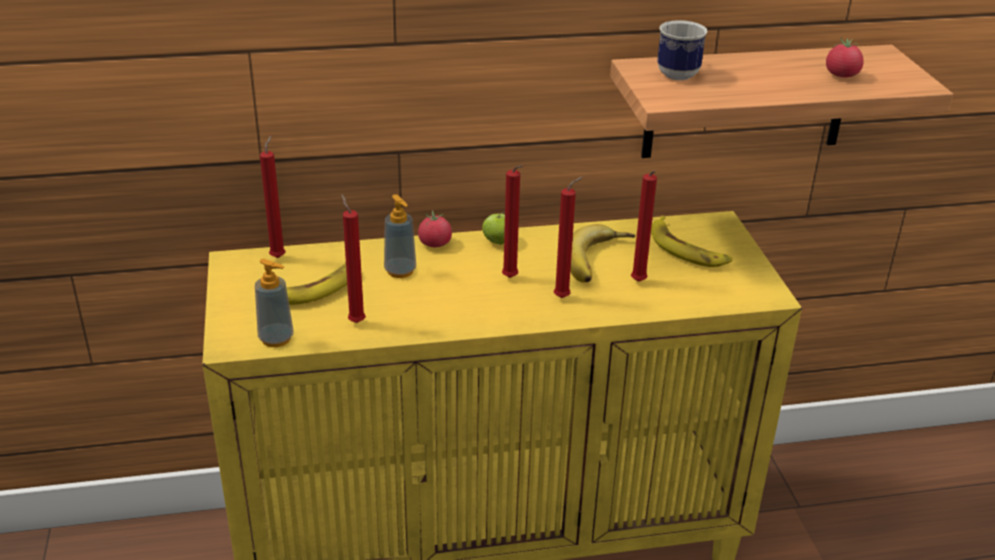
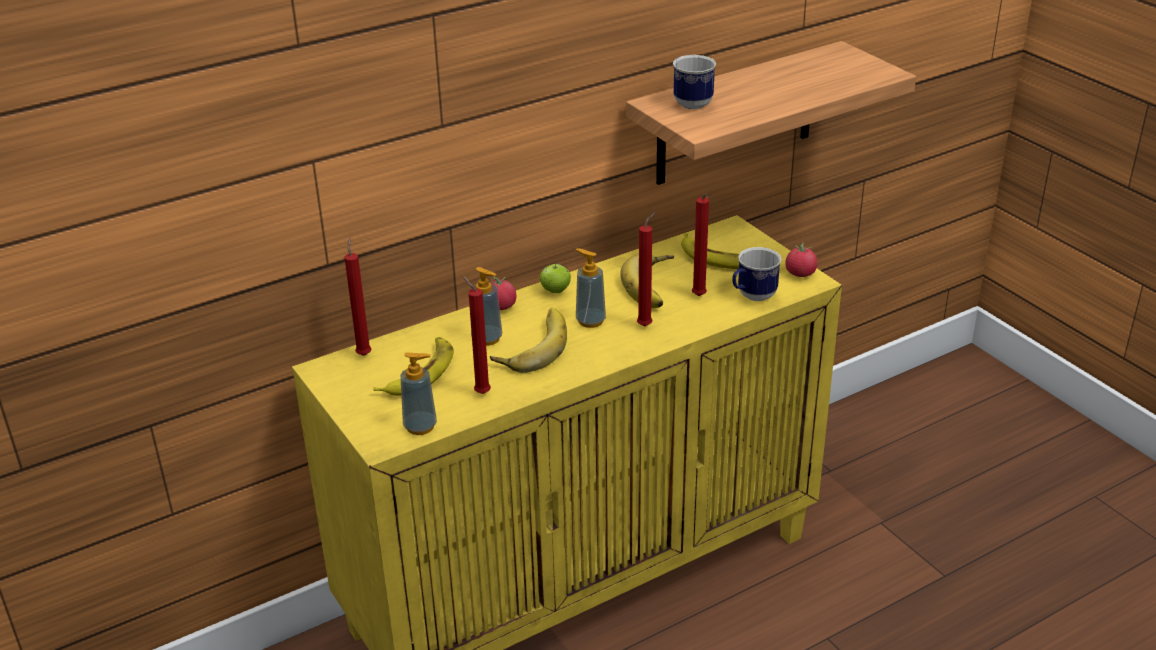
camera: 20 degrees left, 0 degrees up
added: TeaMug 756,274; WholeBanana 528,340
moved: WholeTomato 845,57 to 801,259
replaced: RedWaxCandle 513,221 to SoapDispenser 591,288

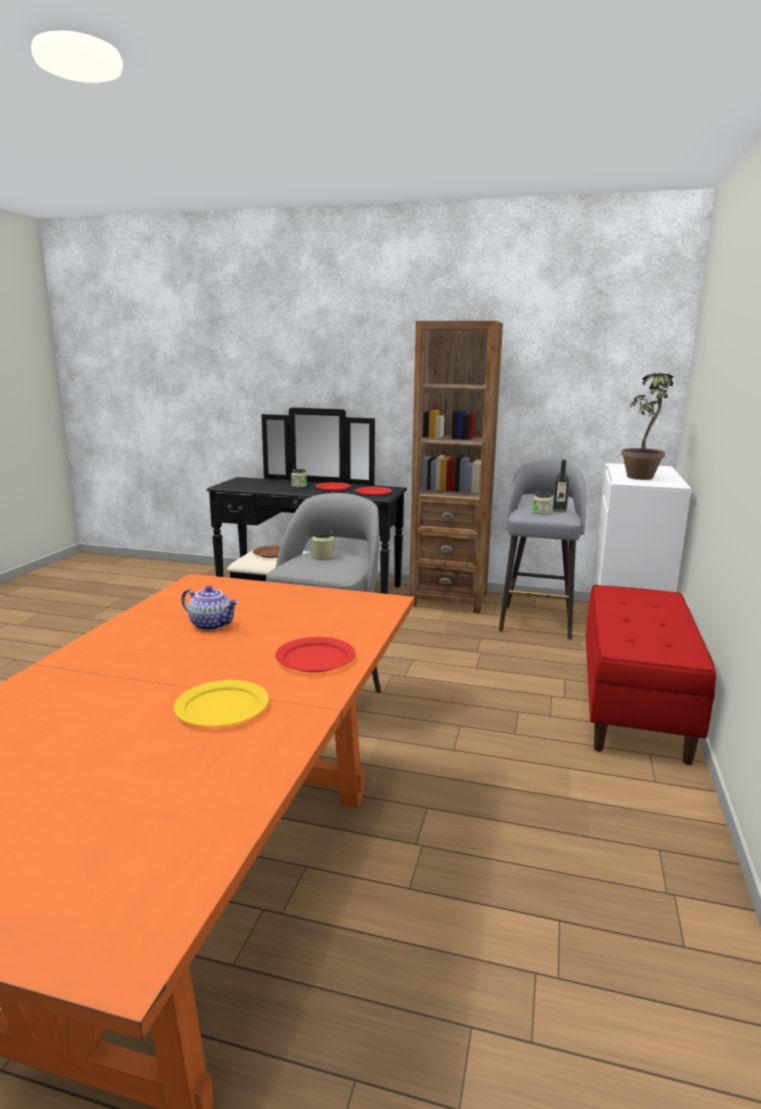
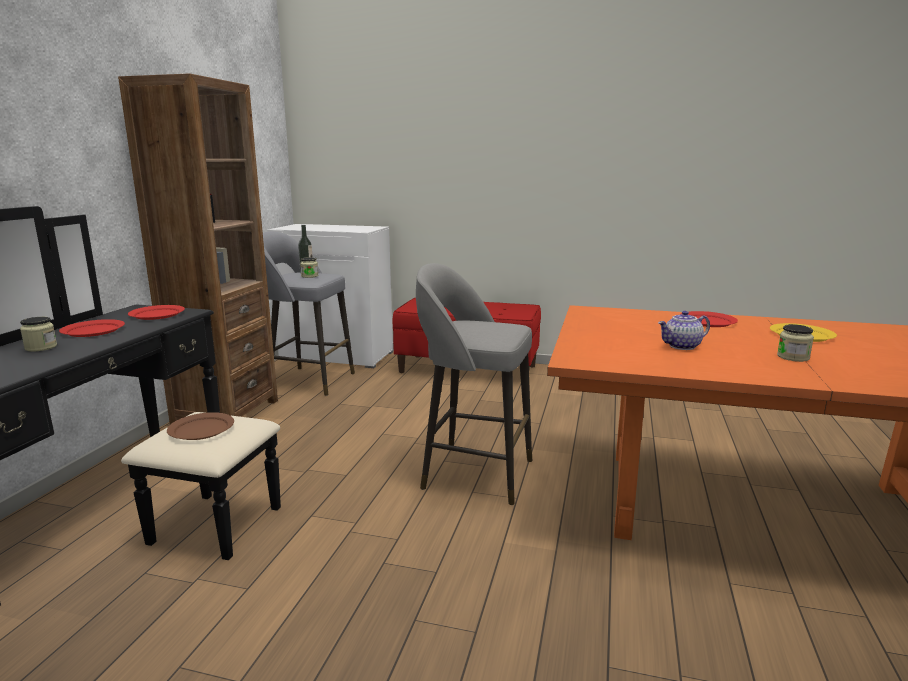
camera: 90 degrees left, 0 degrees up
removed: Houseplant 647,426
moved: StorageJar 323,544 to 795,343
turned: Teapot 210,608 = 684,330 135 degrees counterclockwise

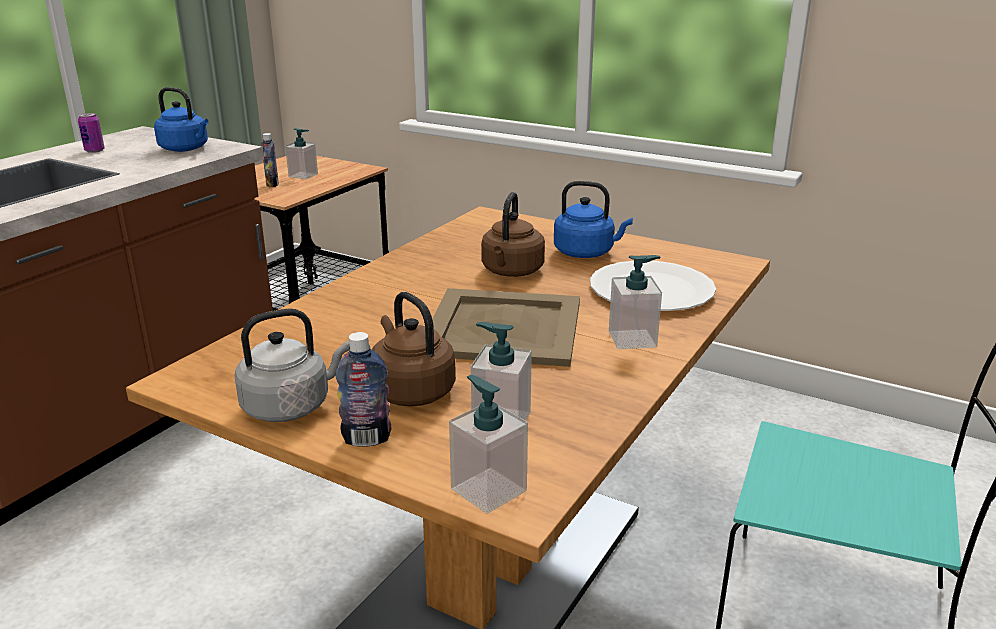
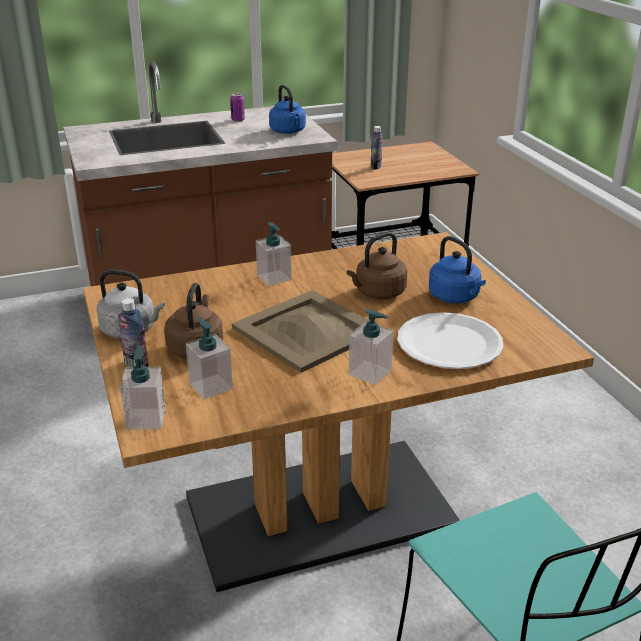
camera: 40 degrees right, 5 degrees up
moved: SoapDispenser 301,153 to 274,254

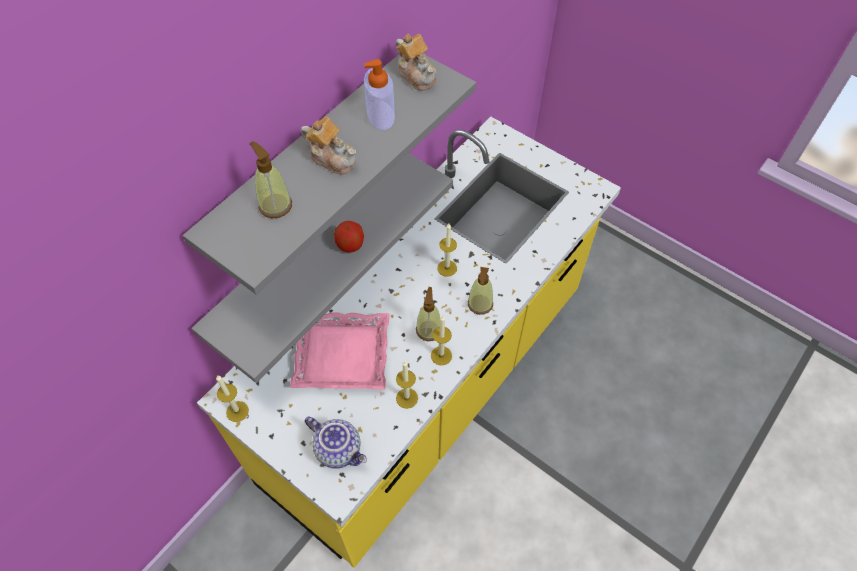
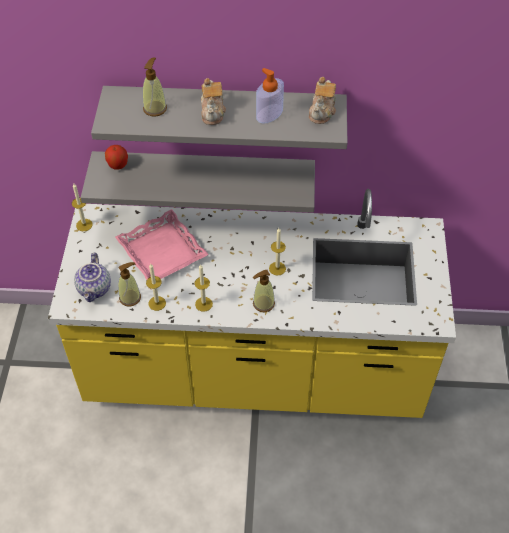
camera: 55 degrees right, 5 degrees down
moved: WholeApple 349,237 to 116,157; SoapDispenser 428,314 to 129,284

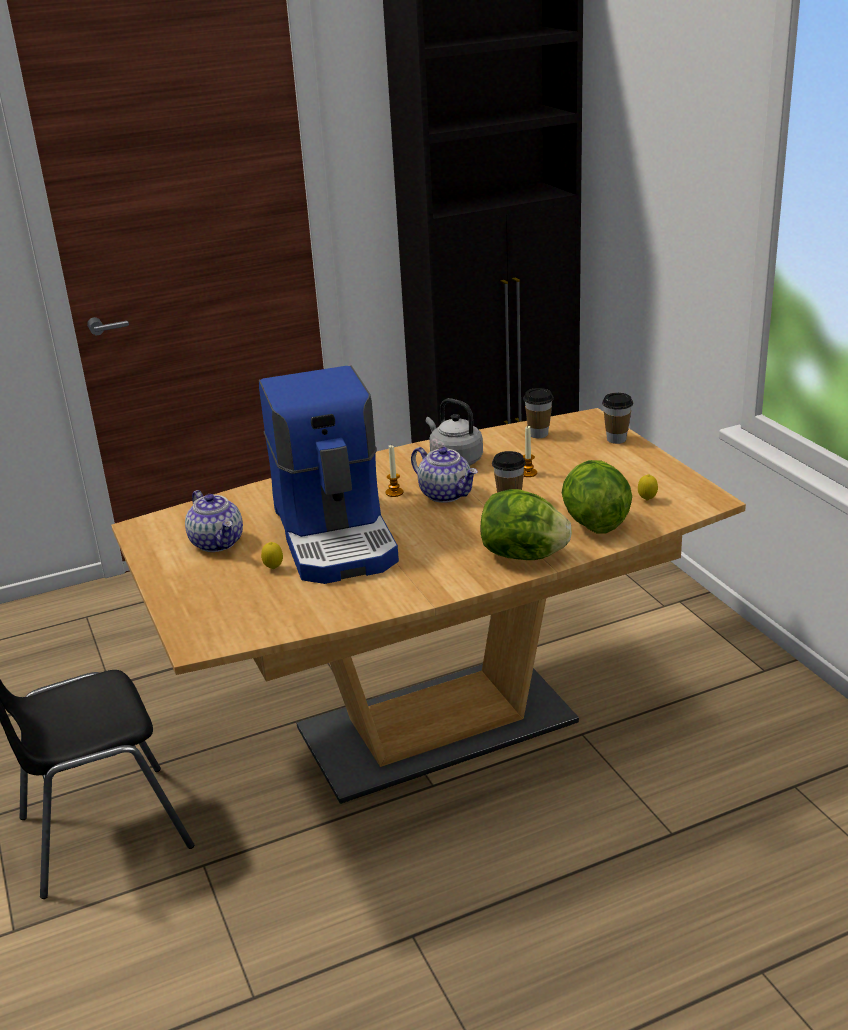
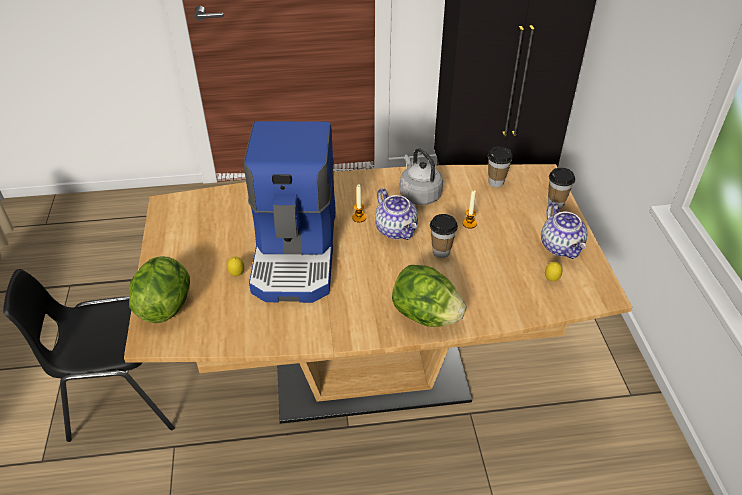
camera: 15 degrees right, 15 degrees up
moved: LettuceHead 597,497 to 159,289; Teapot 214,521 to 564,231

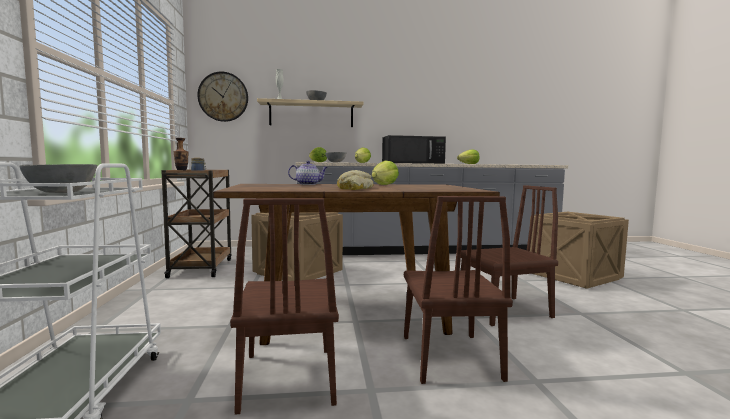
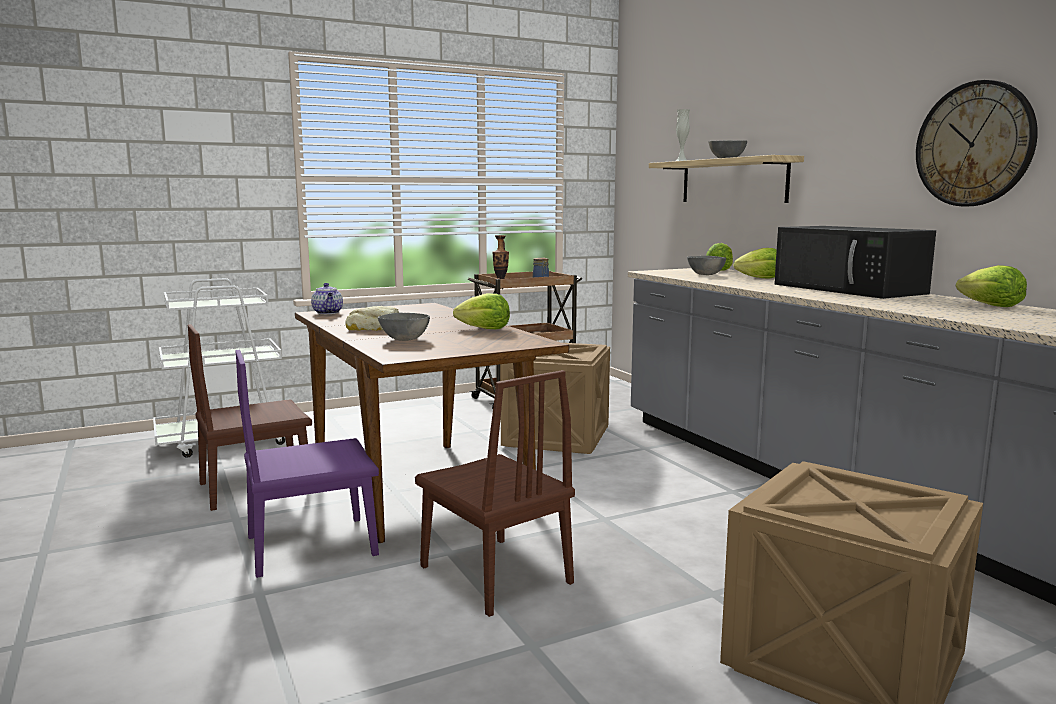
camera: 70 degrees right, 5 degrees up
moved: ClockOnTheWall 222,97 to 977,143; Teapot 308,173 to 327,298; GreyServingBowl 58,178 to 404,326
recoloured: BrownishChair 458,290 to PurpleChair 307,464

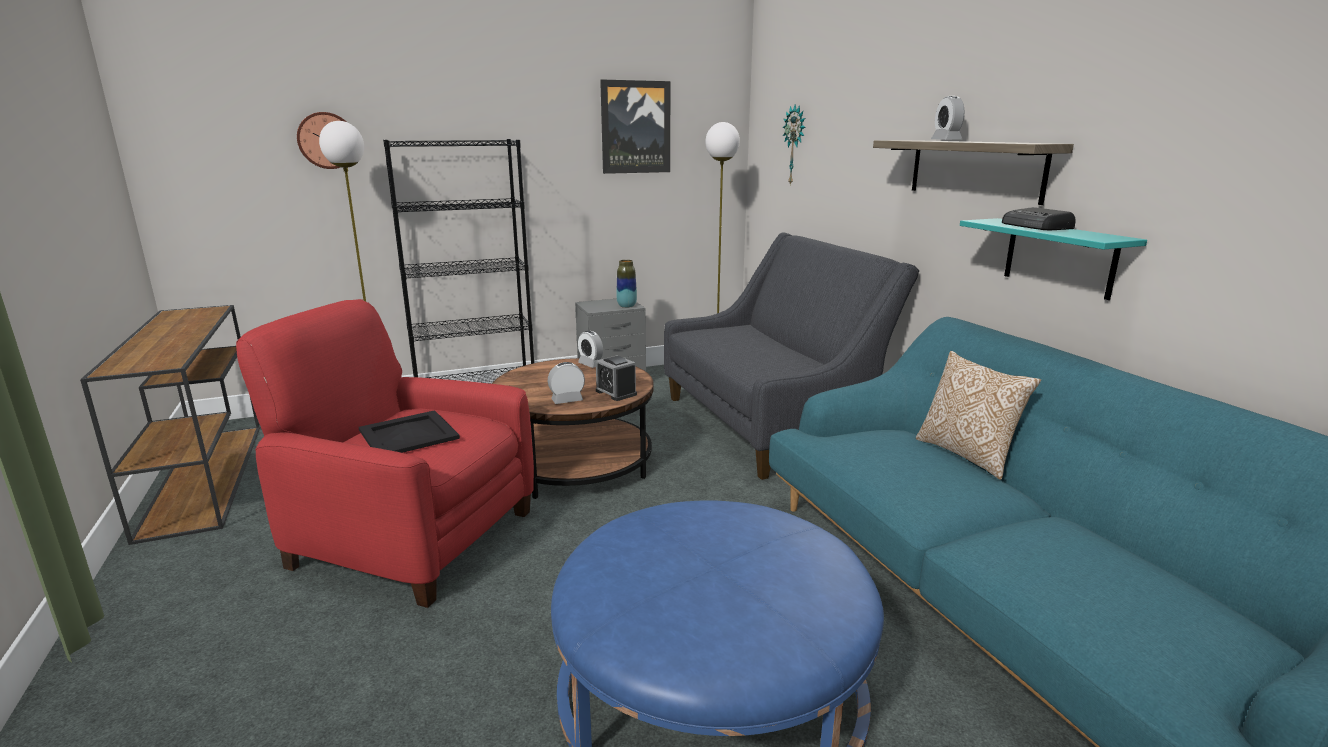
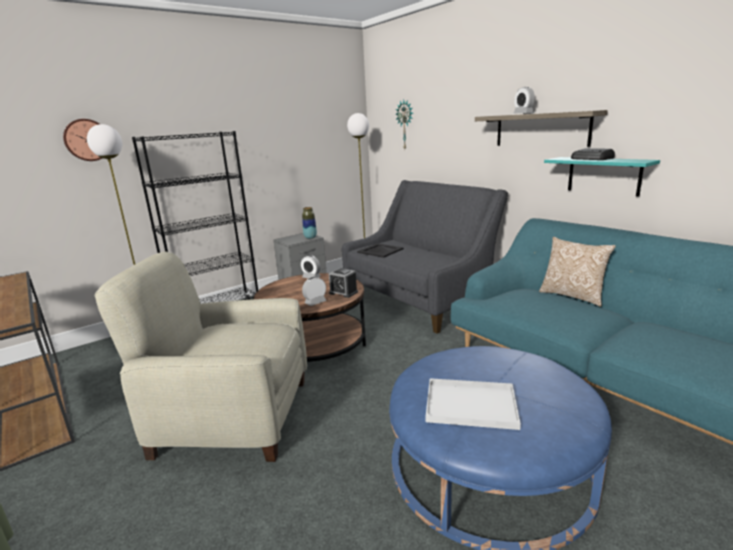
camera: 15 degrees left, 0 degrees up
removed: WallArt 635,127
added: WhiteColouredServingTray 473,404
moved: BlackServingTray 409,431 to 380,250
recoloured: RedLoungeChair 385,453 to SandColouredLoungeChair 201,356

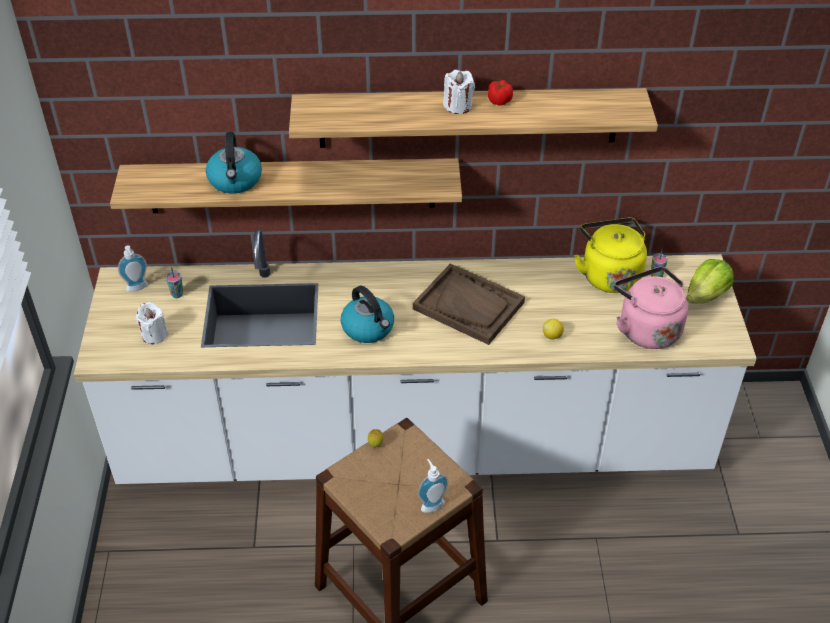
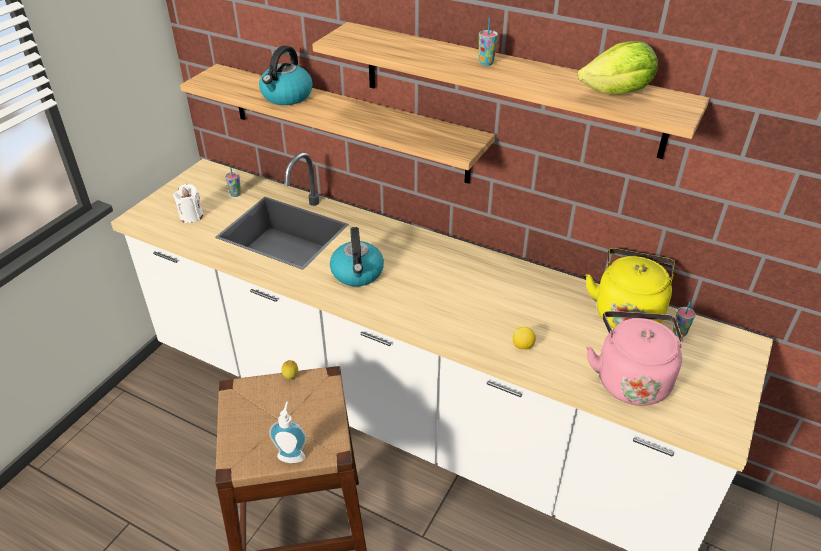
camera: 30 degrees right, 5 degrees down
removed: WholeTomato 500,93; SoapDispenser 133,268; BrownishServingTray 469,304
moved: LettuceHead 710,281 to 618,68
replaced: WhiteColouredWaxCandle 459,92 to SmallCup 488,42

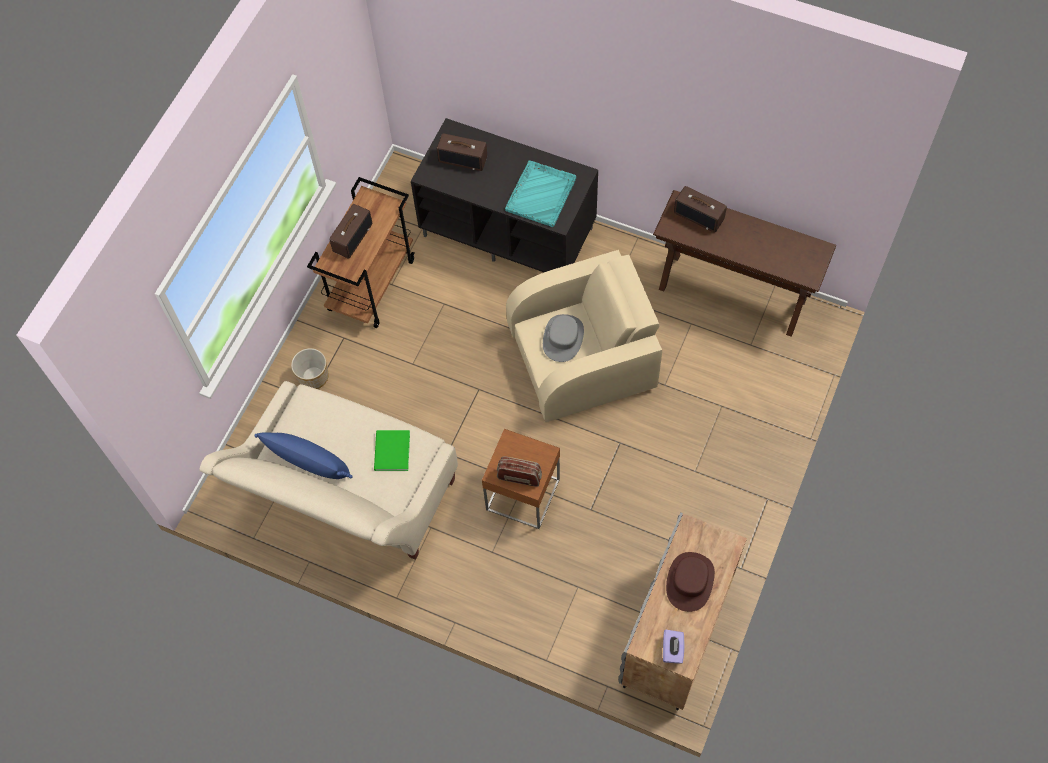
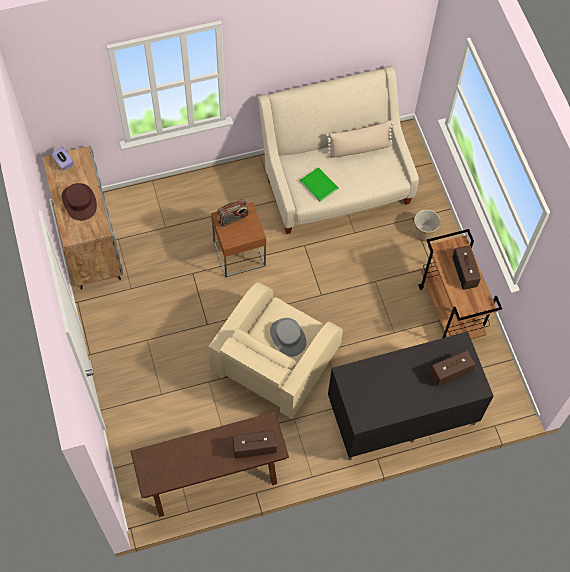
camera: 135 degrees right, 0 degrees up
removed: BlueGreenServingTray 540,193
recoloured: BlueThrowPillow 303,455 to SandColouredThrowPillow 360,139

